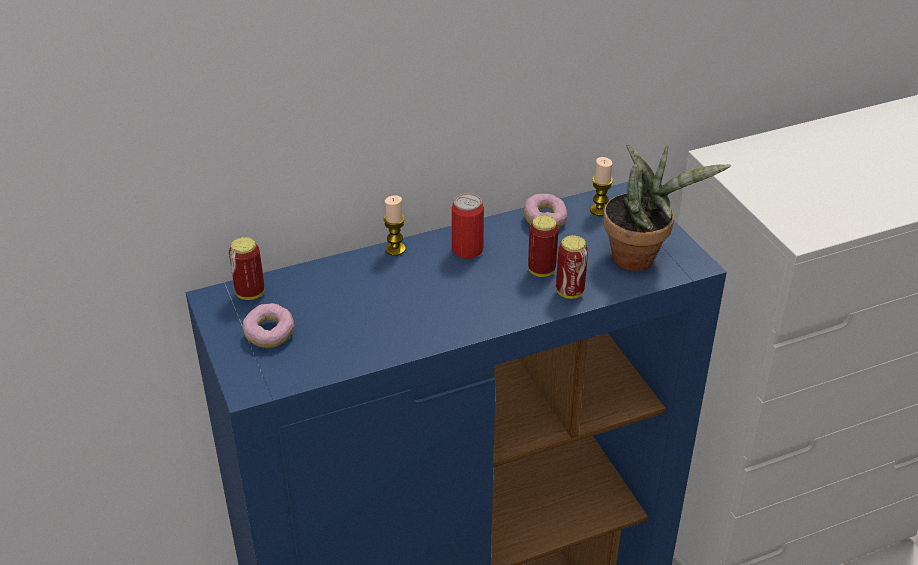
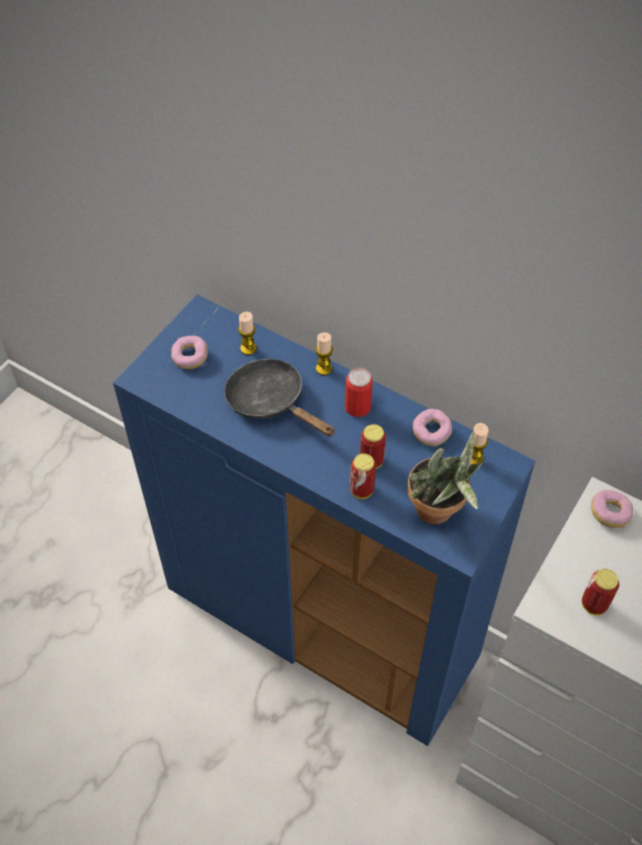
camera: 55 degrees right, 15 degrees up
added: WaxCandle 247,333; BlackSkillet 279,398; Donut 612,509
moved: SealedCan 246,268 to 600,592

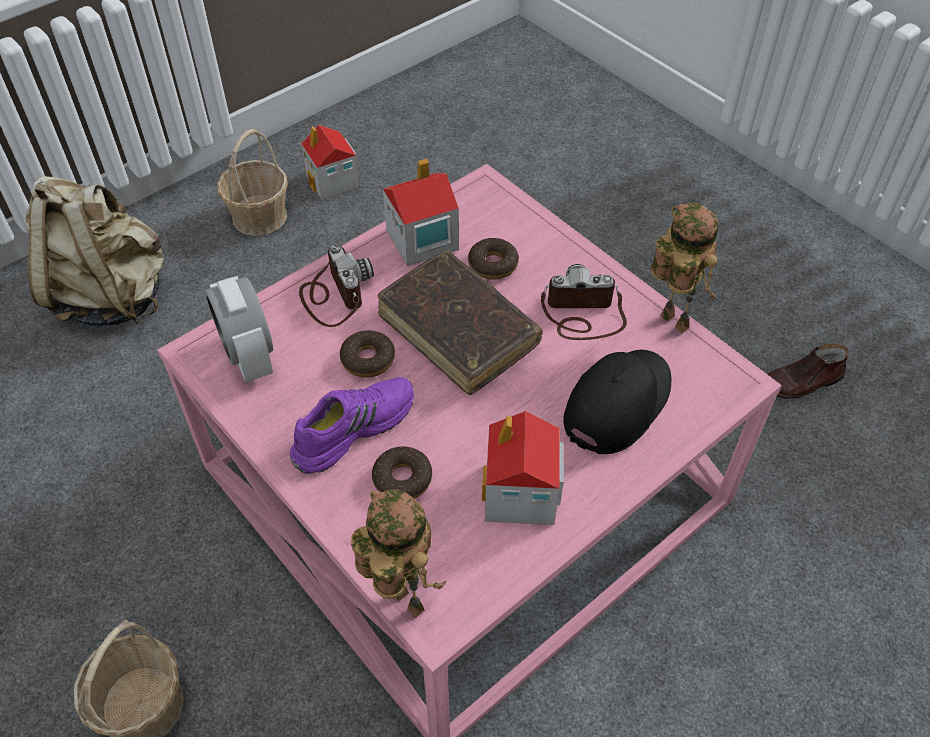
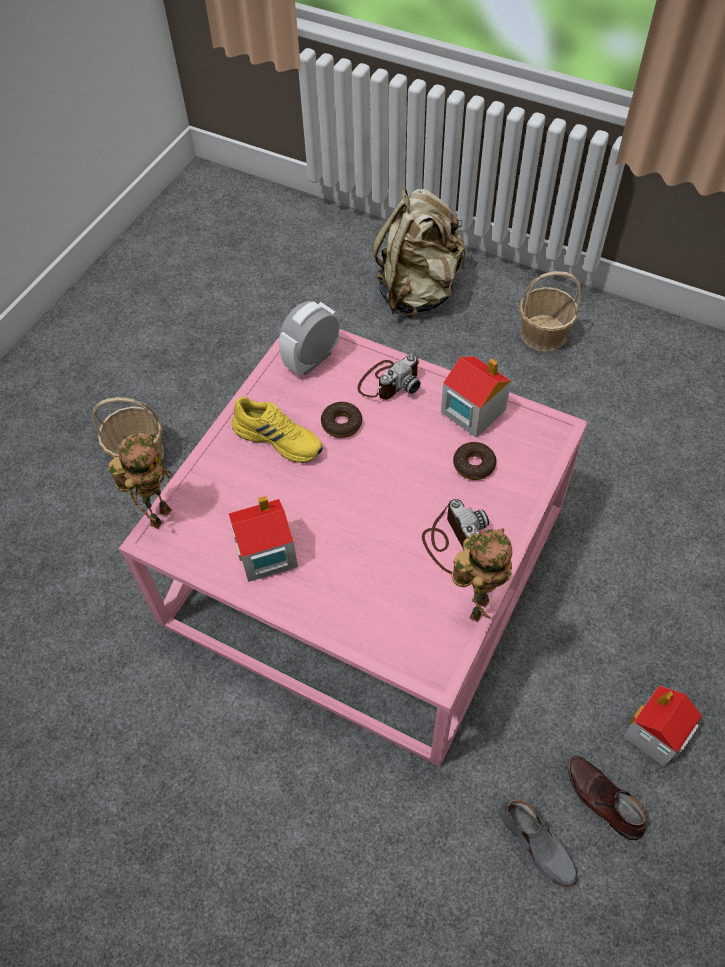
camera: 70 degrees right, 5 degrees up
removed: BrownishBook 460,322; BlackBaseballCap 617,402; Donut 402,472
added: GreyShoe 538,844
moved: ModelHouse 330,162 to 662,726
recoloured: PurpleShoe 352,425 to YellowColouredShoe 277,429

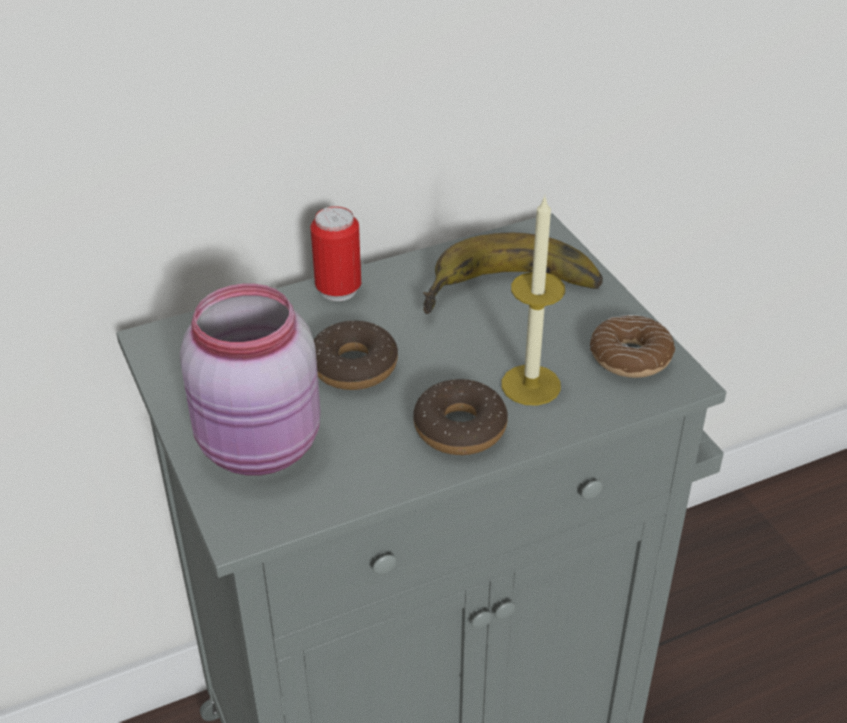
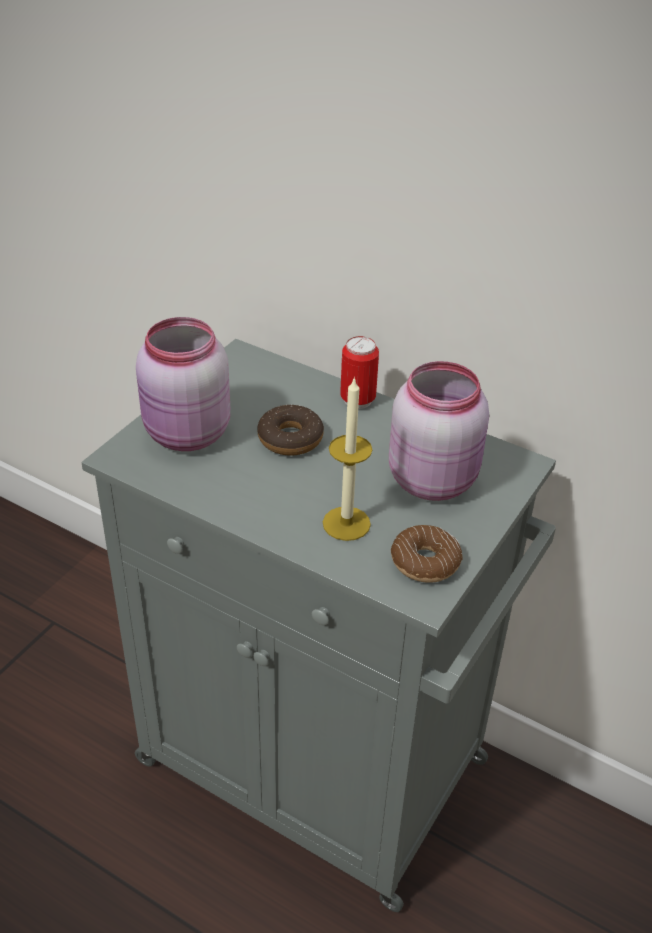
camera: 55 degrees right, 0 degrees up
removed: Donut 460,417
replaced: WholeBanana 513,273 to PinkishStorageJar 439,431

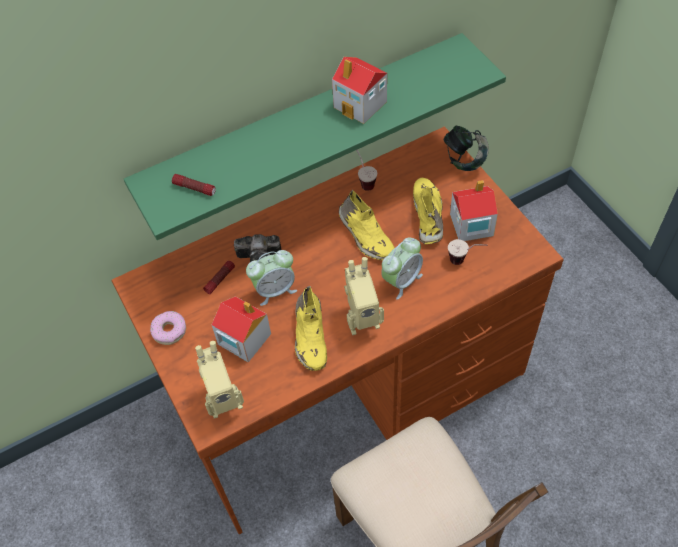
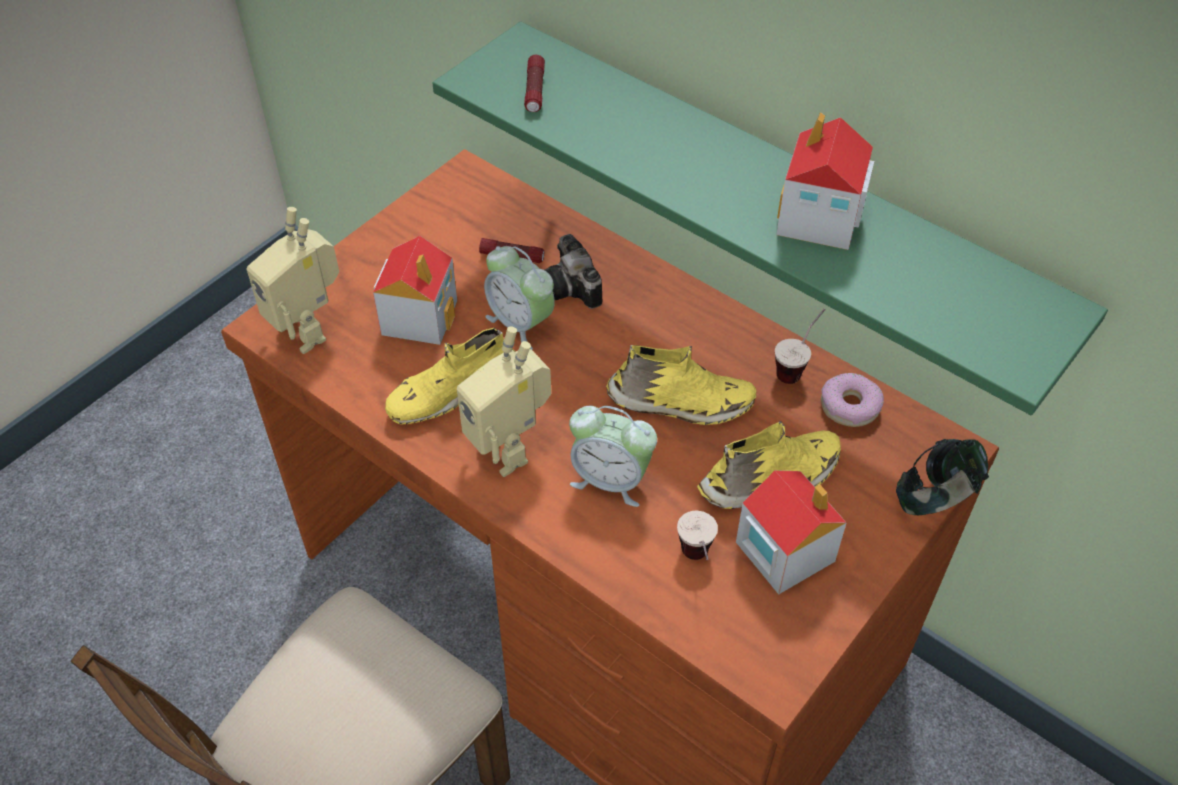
camera: 65 degrees right, 5 degrees down
moved: Donut 168,328 to 852,400
turned: YellowColouredShoe 367,225 = 681,385 120 degrees counterclockwise

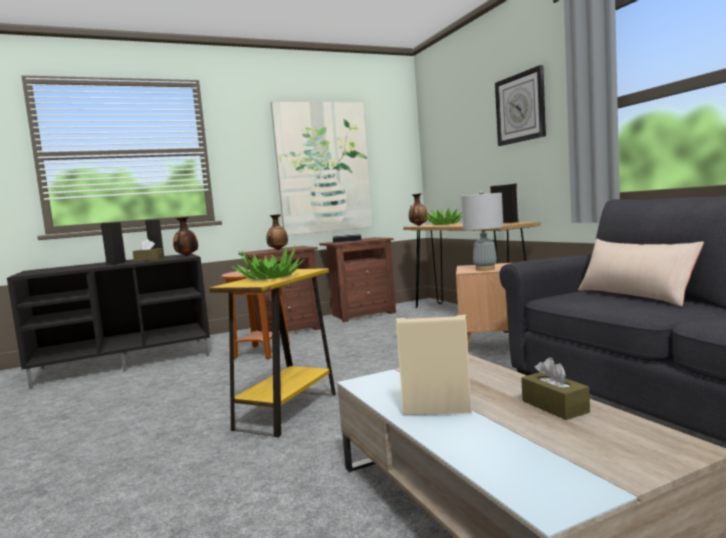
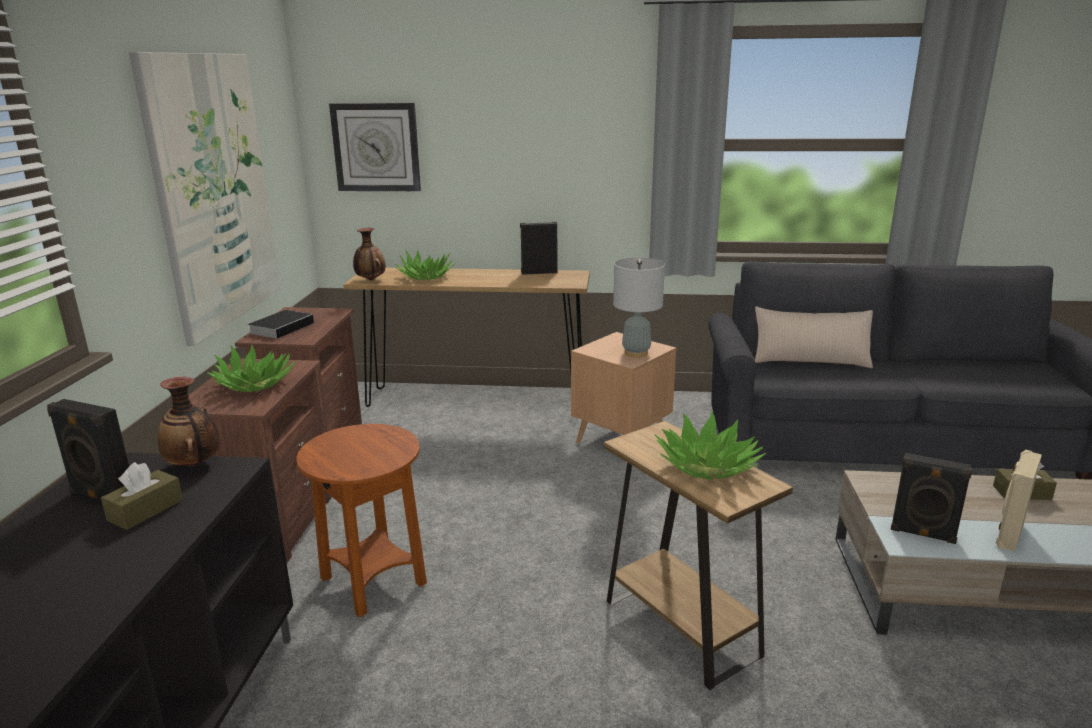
camera: 60 degrees left, 15 degrees up
moved: ClockOnTheWall 520,105 to 375,147; BlackAudioSpeaker 113,244 to 931,498
replaced: DecorativeVase 277,232 to Houseplant 251,368
recoloured: YellowColouredAccentTable 272,352 to BrownishAccentTable 698,555

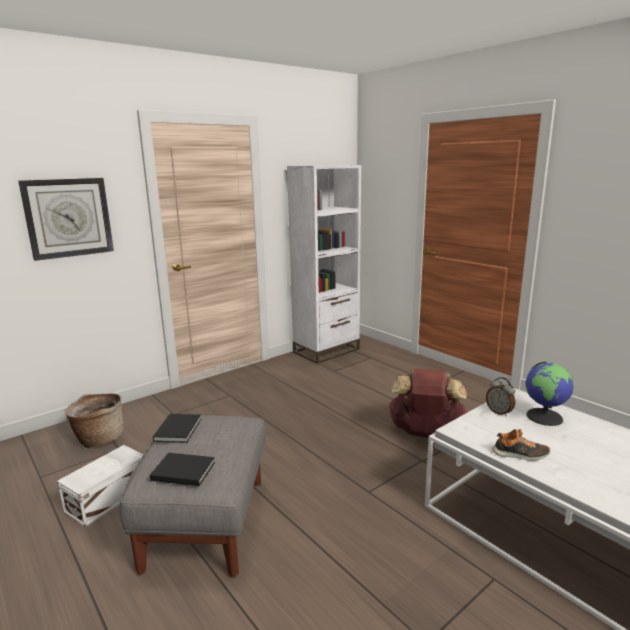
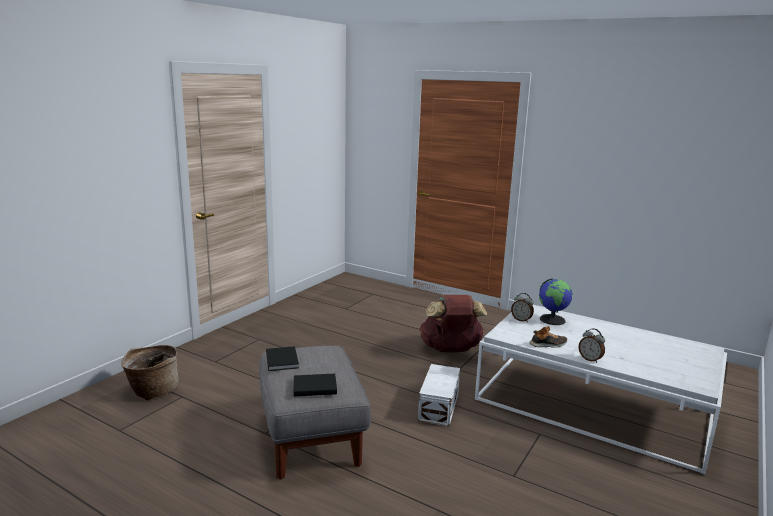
camera: 20 degrees left, 0 degrees up
removed: WhiteColouredBookcase 324,264; ClockOnTheWall 66,219
added: BedsideClock 592,345
moved: WhiteColouredStorageContainer 100,486 to 439,395

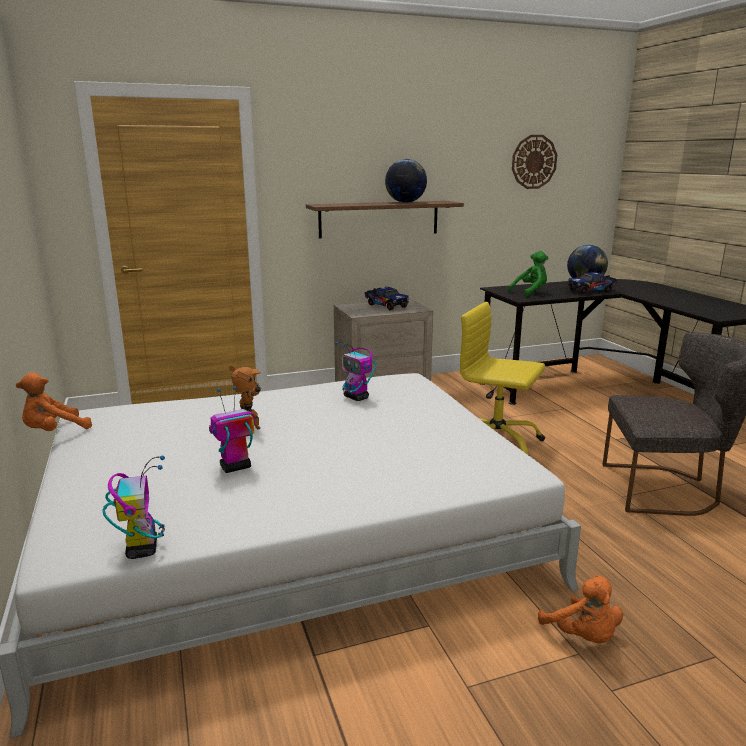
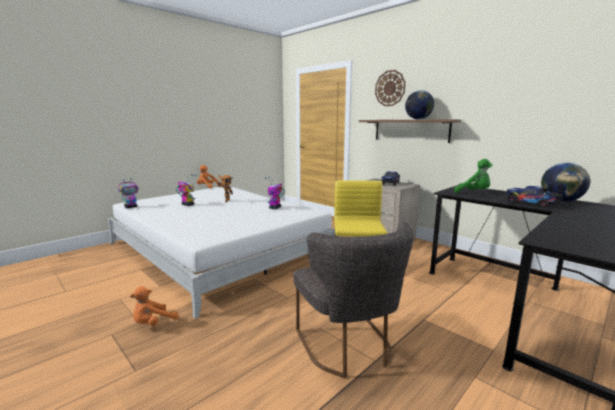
camera: 65 degrees right, 5 degrees down
moved: ClockOnTheWall 534,162 to 390,88

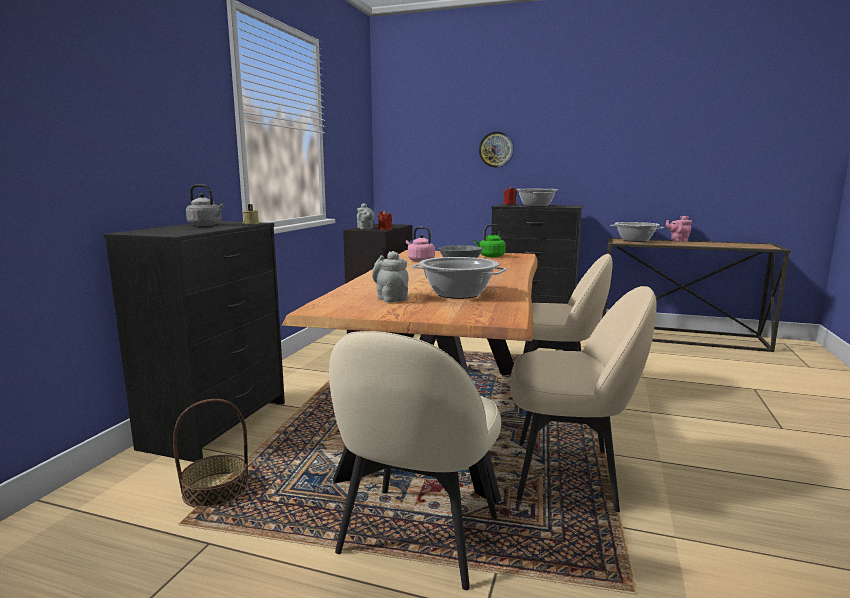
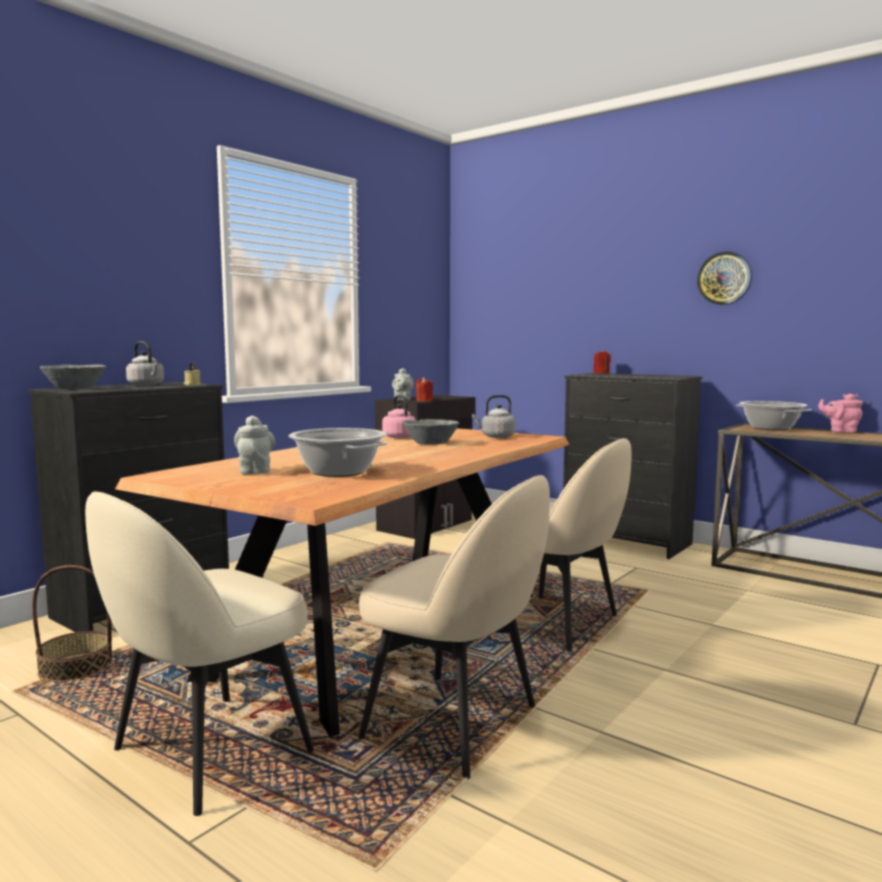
camera: 20 degrees right, 5 degrees down
removed: Saucepot 537,198
added: GreyServingBowl 73,377
moved: ClockOnTheWall 496,149 to 724,278
recoloured: GreenWaterKettle 490,240 to GreyWaterKettle 494,416

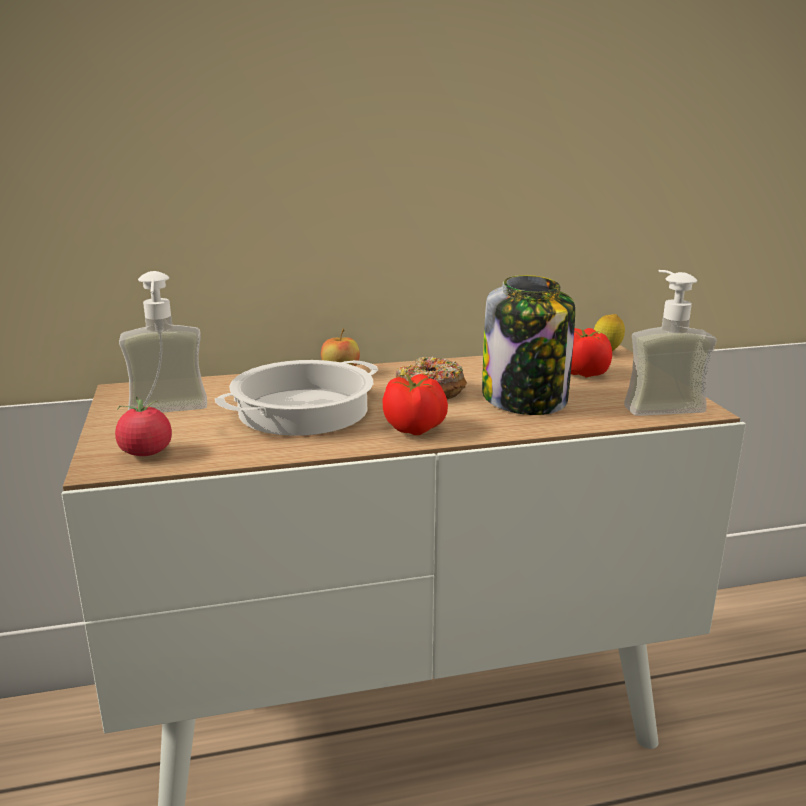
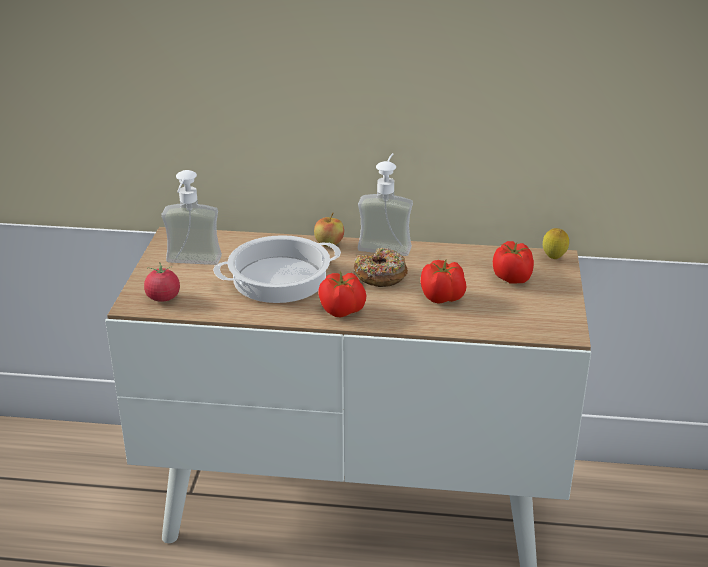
camera: 20 degrees right, 10 degrees up
moved: SoapDispenser 670,343 to 385,204
replaced: StorageJar 528,345 to WholeTomato 444,281

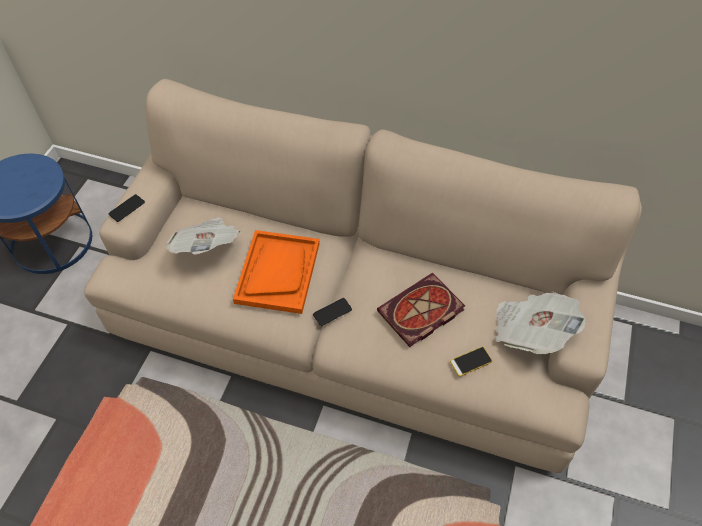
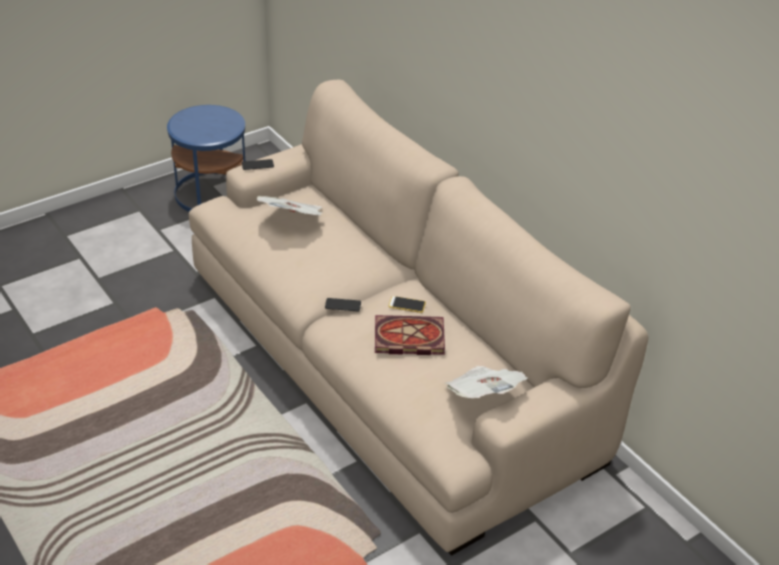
camera: 35 degrees right, 15 degrees down
removed: OrangeColouredServingTray 276,272
moved: Phone 471,361 to 407,304

